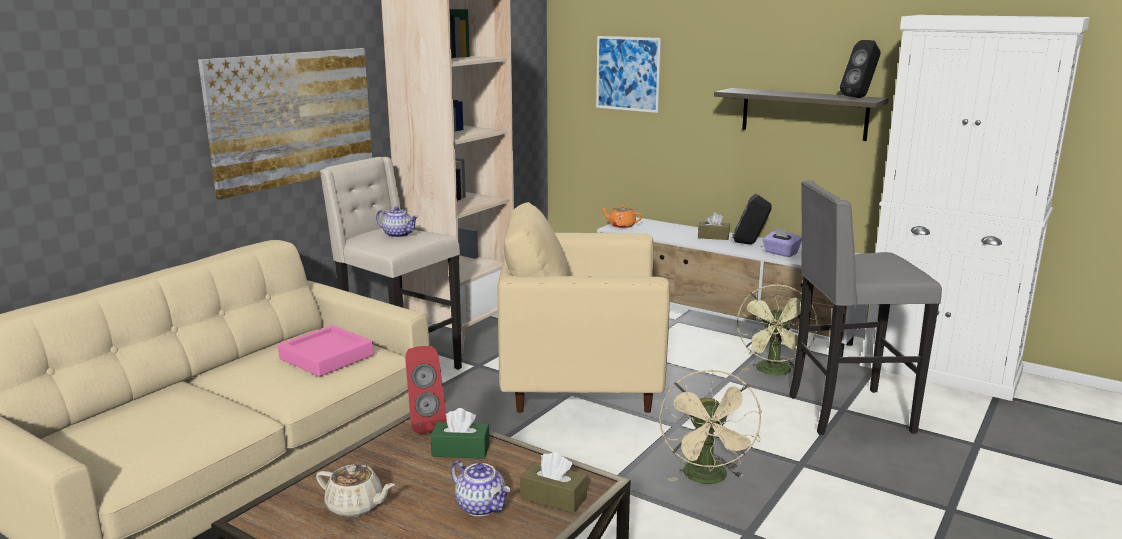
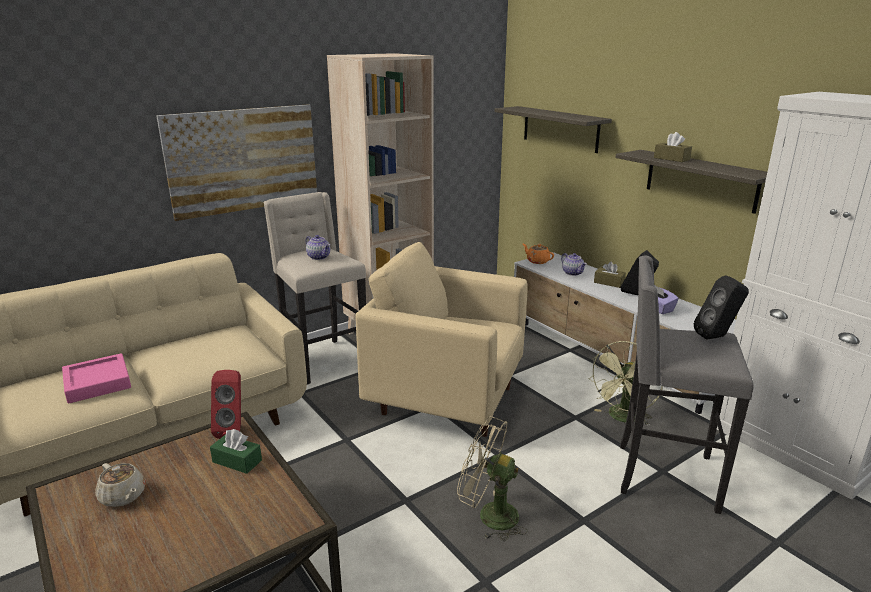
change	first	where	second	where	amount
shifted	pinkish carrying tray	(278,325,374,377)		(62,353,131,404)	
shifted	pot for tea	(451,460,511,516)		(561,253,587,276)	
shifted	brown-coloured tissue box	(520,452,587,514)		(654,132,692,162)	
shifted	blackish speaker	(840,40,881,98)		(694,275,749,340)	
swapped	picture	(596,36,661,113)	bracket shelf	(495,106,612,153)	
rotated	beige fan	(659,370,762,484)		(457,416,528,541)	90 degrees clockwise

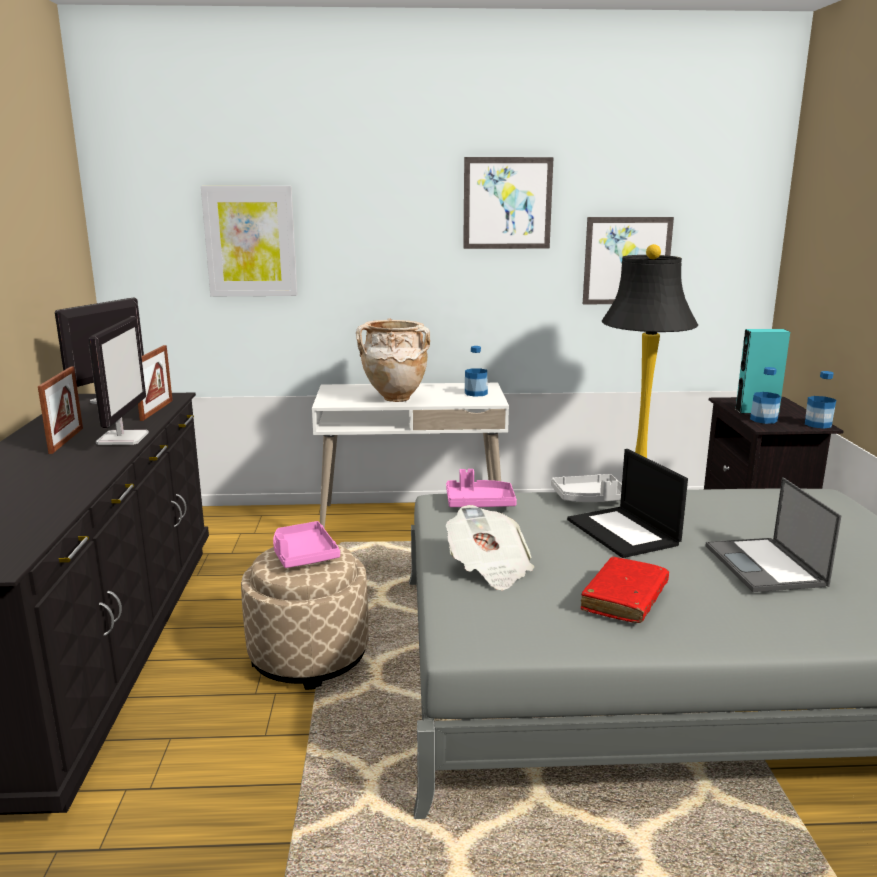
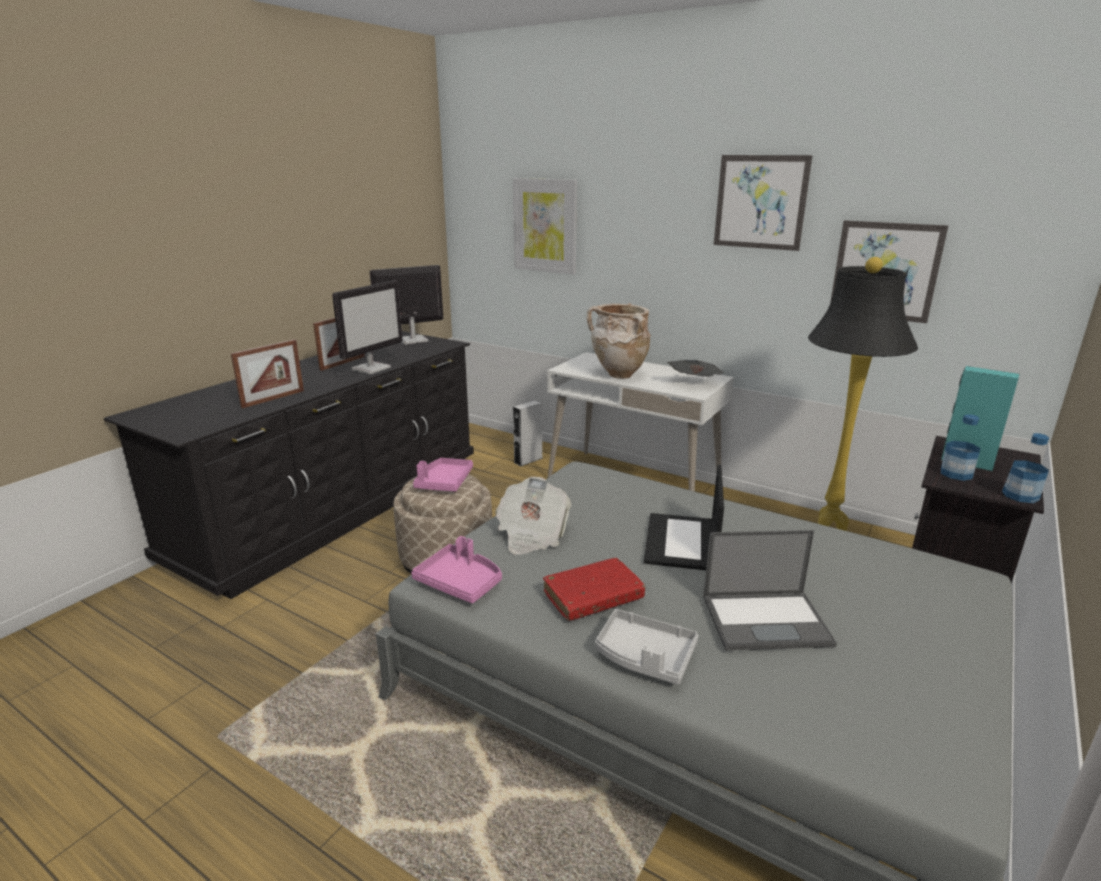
change	first	where	second	where	amount
new			greyish speaker	(513,400,543,466)	
shifted	picture frame	(138,345,173,421)		(231,339,304,408)	
shifted	pinkish carrying tray	(446,469,517,507)		(411,536,502,603)	
shifted	greyish carrying tray	(551,474,622,502)		(595,609,698,685)	
swapped	drink bottle	(465,346,488,397)	newspaper	(667,360,723,377)	
rotated	notebook computer	(705,477,841,592)		(703,530,837,650)	120 degrees counterclockwise

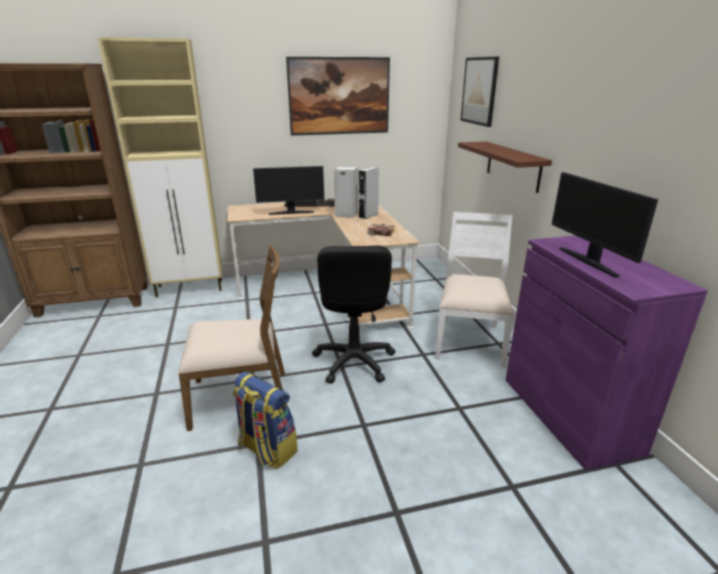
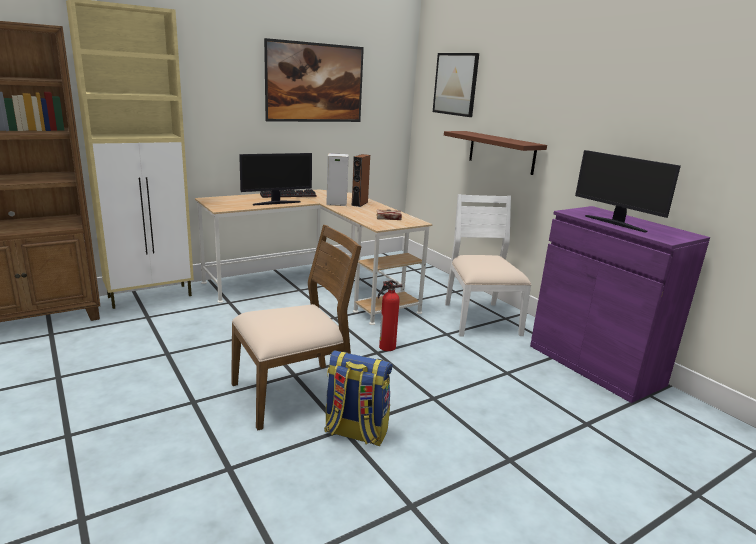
change	first	where	second	where	amount
swapped	blackish desk chair	(312,245,395,384)	extinguisher	(378,280,403,351)	
repainted	greyish speaker	(358,167,379,219)	brown-coloured speaker	(351,154,370,207)	

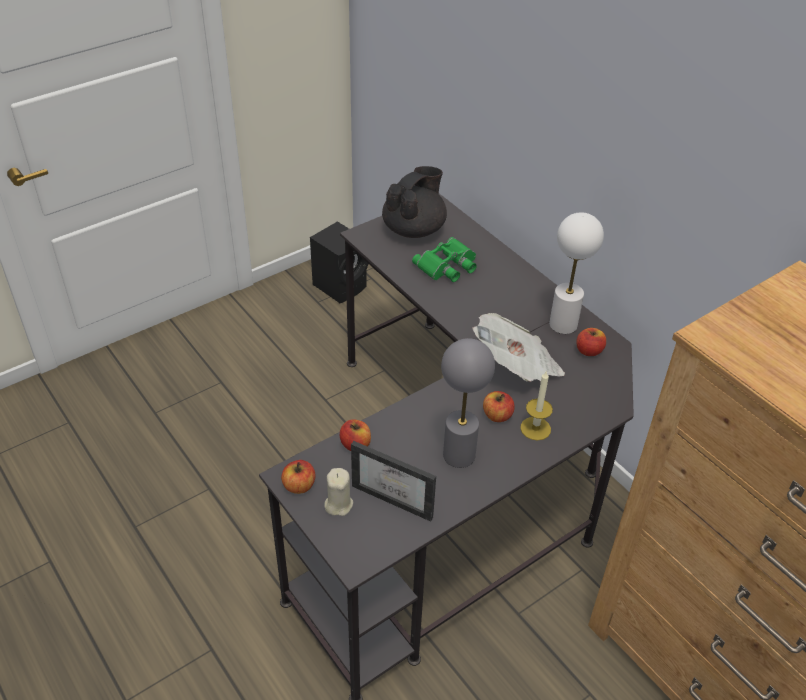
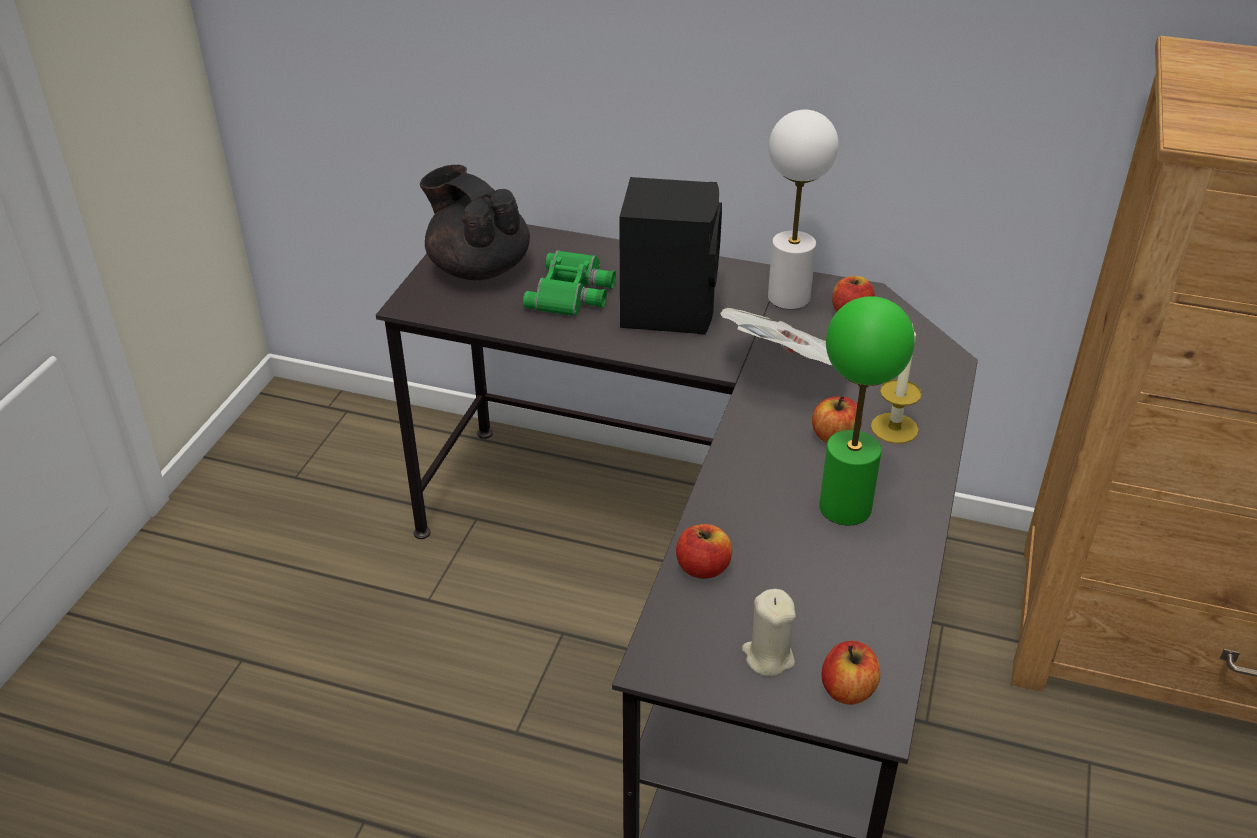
change	first	where	second	where	amount
gone	picture frame	(351,441,436,522)			
shifted	apple fruit	(281,460,316,494)		(821,641,880,705)	
shifted	blackish speaker	(310,221,368,303)		(619,177,722,335)	
repainted	greyish tabletop lamp	(441,338,495,468)	greenish tabletop lamp	(819,296,915,525)	
rotated	blackish pot for tea	(382,166,447,238)		(420,165,530,280)	45 degrees counterclockwise

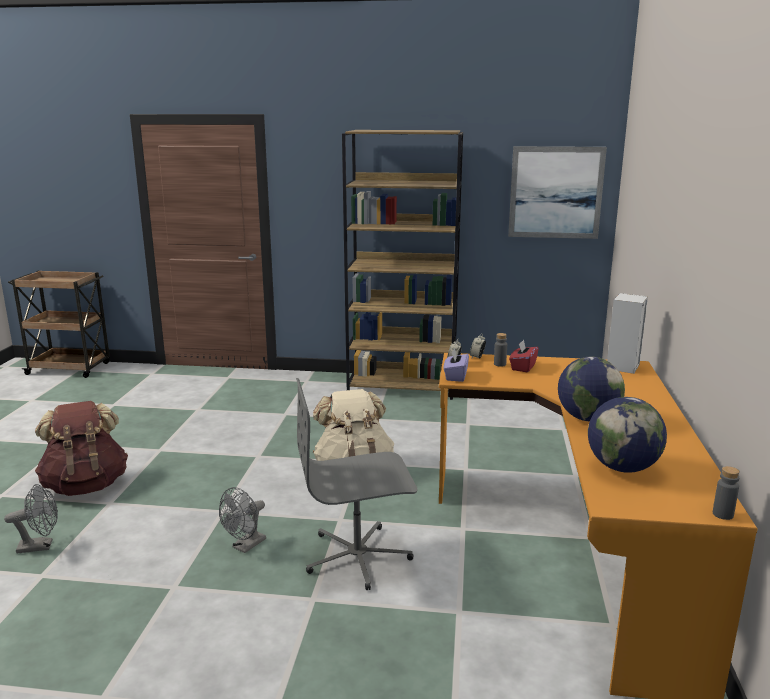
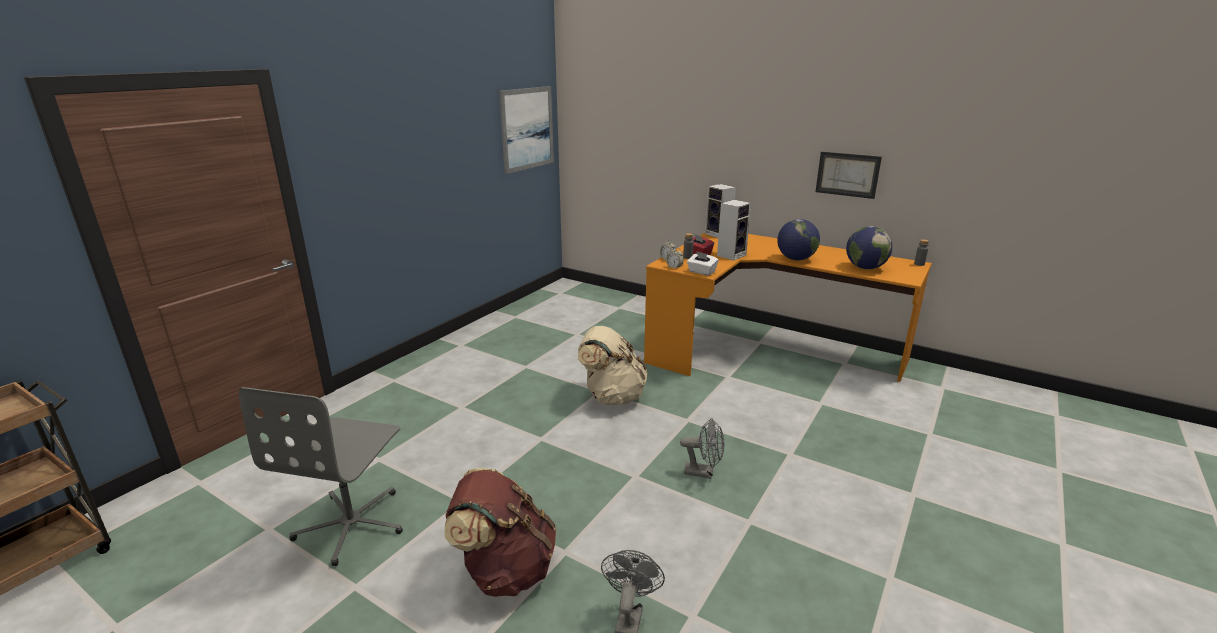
change	first	where	second	where	amount
gone	brown-coloured bookshelf	(342,130,463,400)			
new			speaker	(717,200,751,260)	
new			picture	(815,152,882,199)	
shifted	greyish desk chair	(296,378,417,590)		(239,387,403,566)	
repainted	purple tissue box	(444,348,469,382)	white tissue box	(687,252,719,276)	
rotated	greyish fan	(219,487,266,553)		(680,418,725,479)	45 degrees counterclockwise

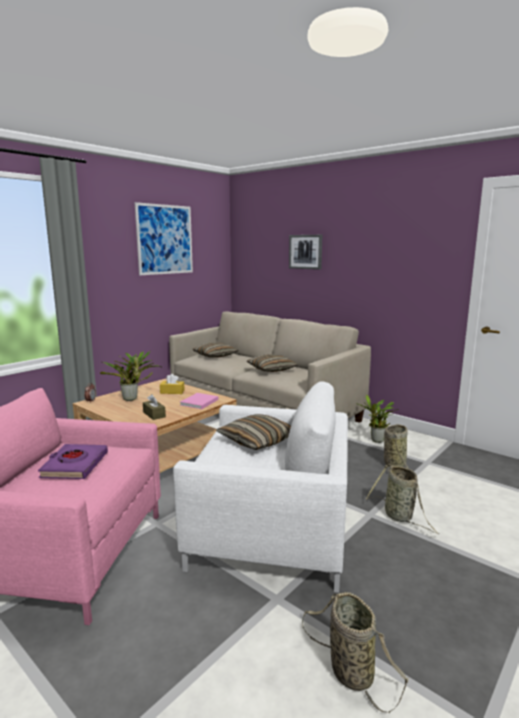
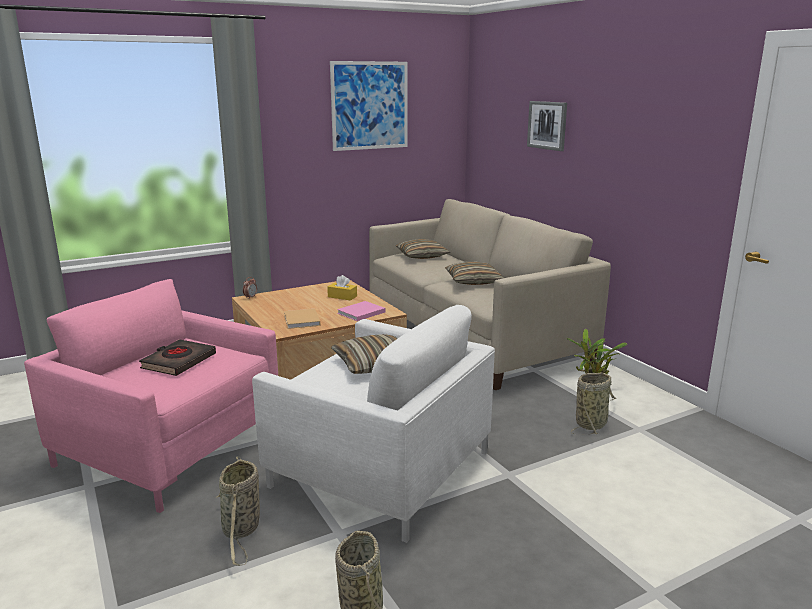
change	first	where	second	where	amount
gone	plant in a pot	(100,350,163,401)			
shifted	basket	(366,464,439,534)		(216,457,260,566)	
swapped	brown-coloured tissue box	(143,394,166,420)	beige book	(284,309,320,329)	
repainted	purple book	(38,444,108,479)	blackish book	(139,339,216,376)	

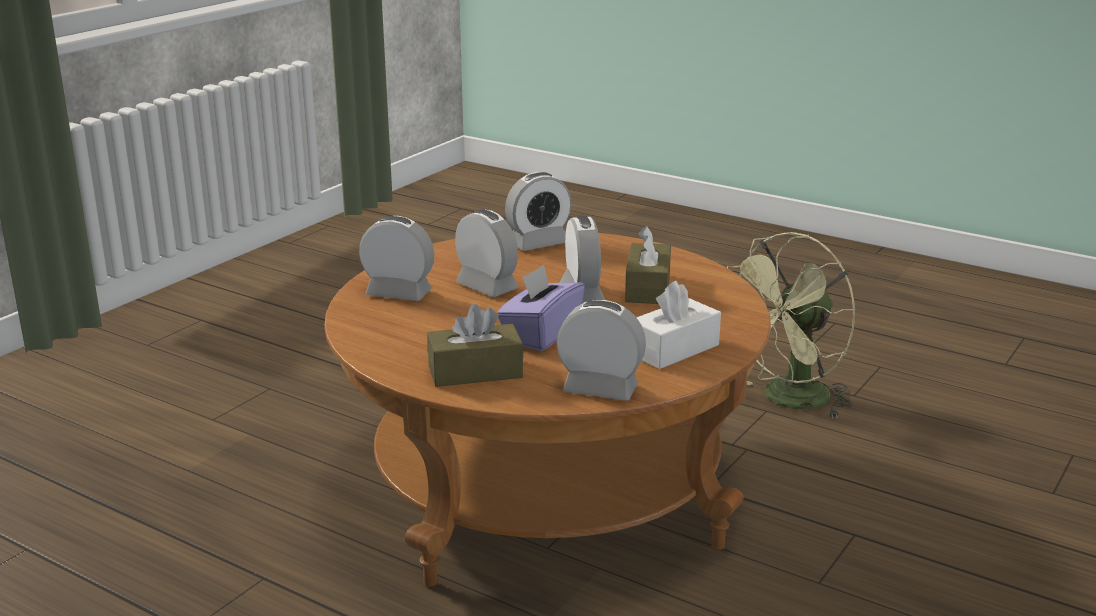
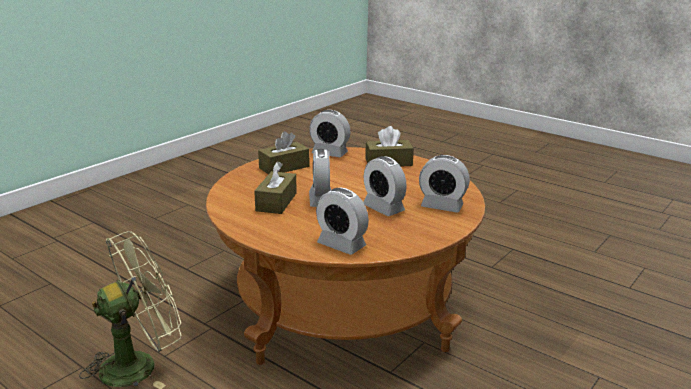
change	first	where	second	where	amount
gone	purple tissue box	(497,265,585,351)			
repainted	white tissue box	(636,281,721,369)	brown-coloured tissue box	(258,131,309,174)	
rotated	alarm clock	(505,172,571,251)		(316,187,369,255)	120 degrees counterclockwise

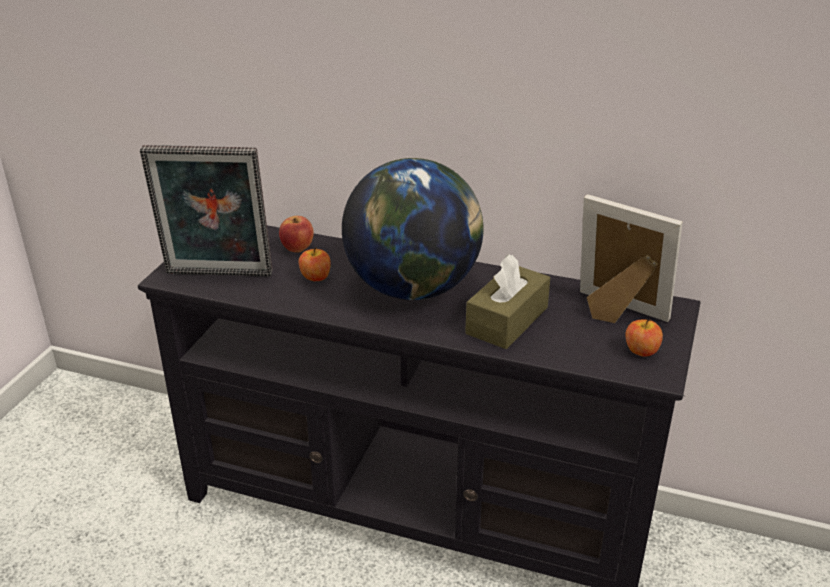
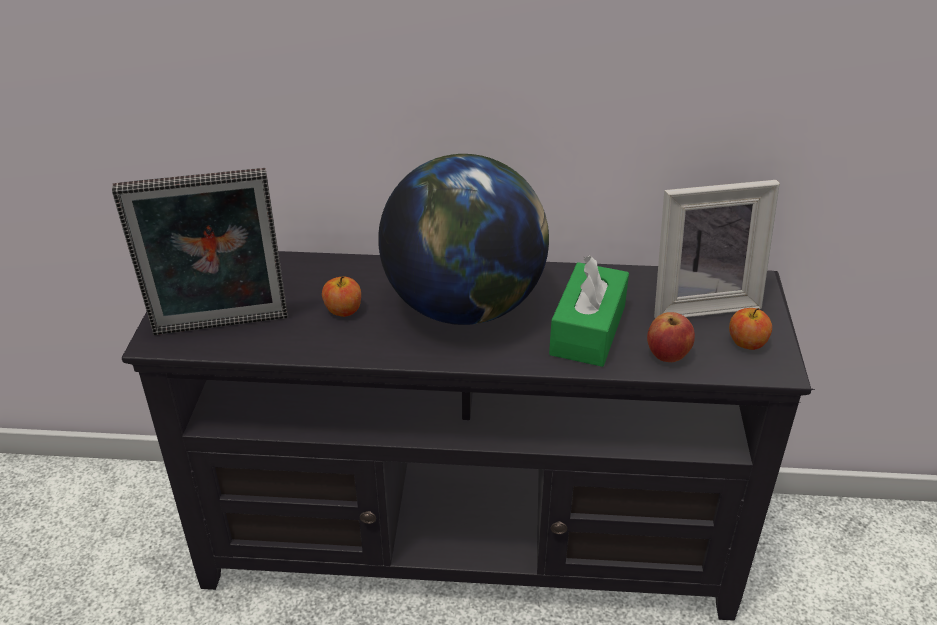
change	first	where	second	where	amount
shifted	apple fruit	(279,216,314,252)		(647,312,695,362)	
repainted	brown-coloured tissue box	(465,254,550,349)	greenish tissue box	(549,255,629,367)	
rotated	picture frame	(580,194,683,323)		(654,180,780,318)	150 degrees clockwise

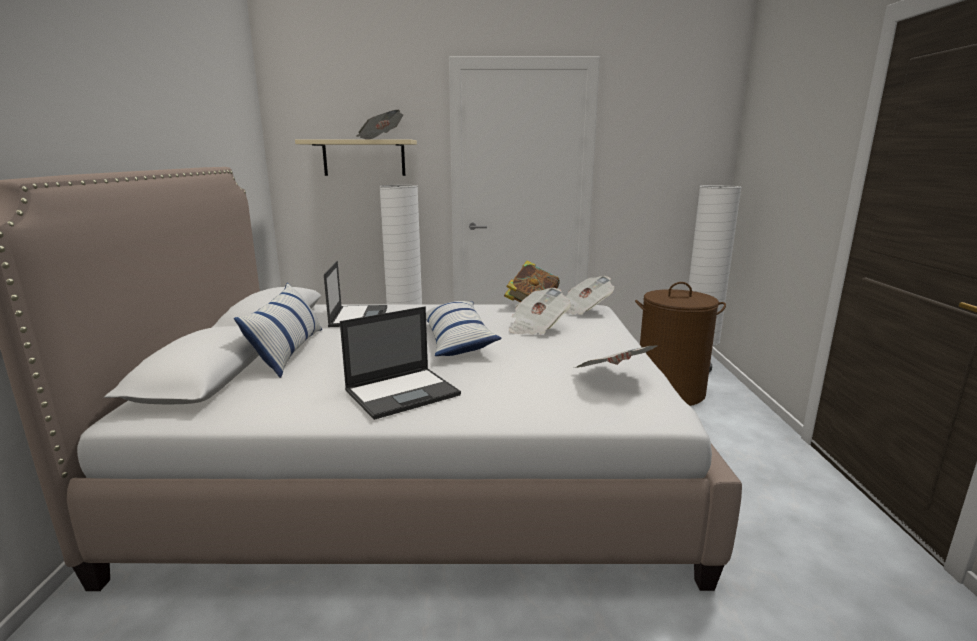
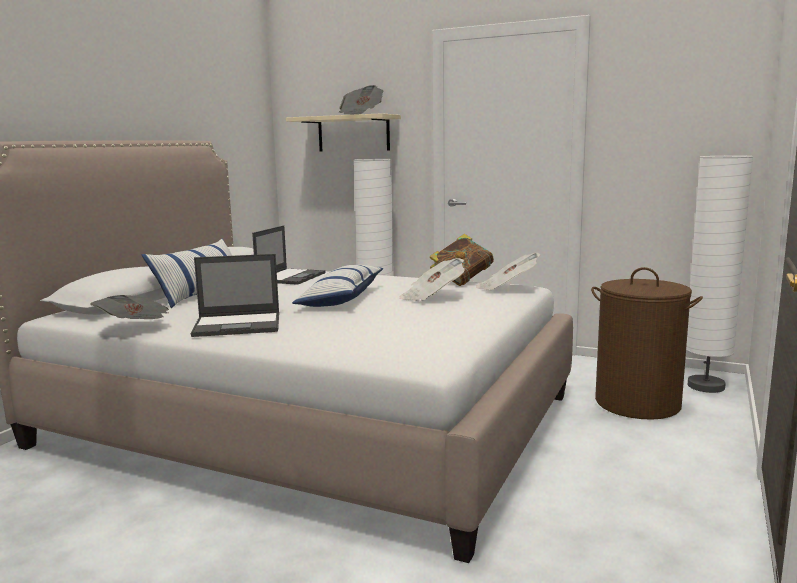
change	first	where	second	where	amount
shifted	newspaper	(575,345,657,368)		(91,295,169,319)	

